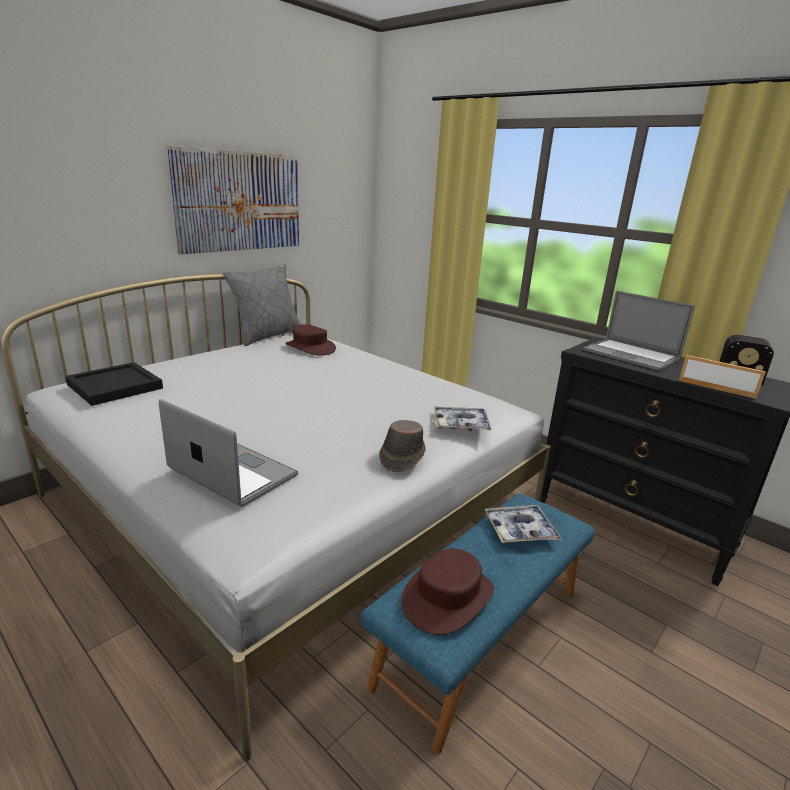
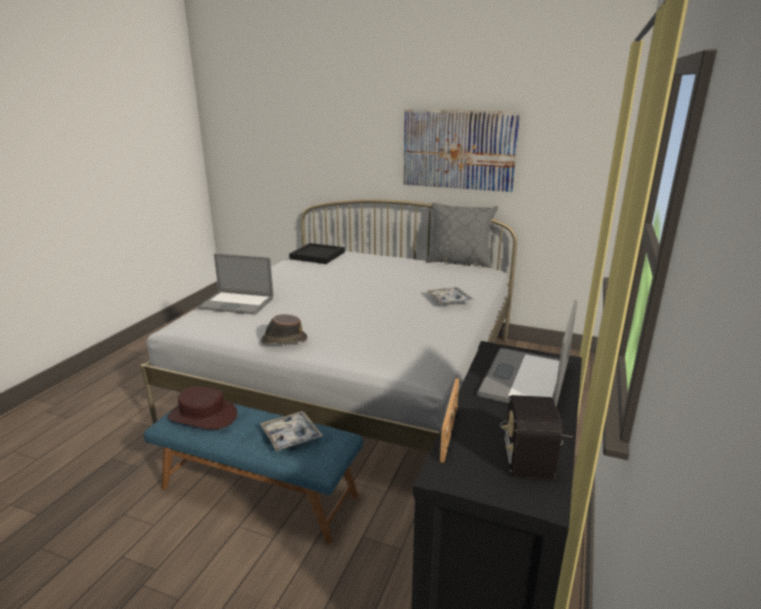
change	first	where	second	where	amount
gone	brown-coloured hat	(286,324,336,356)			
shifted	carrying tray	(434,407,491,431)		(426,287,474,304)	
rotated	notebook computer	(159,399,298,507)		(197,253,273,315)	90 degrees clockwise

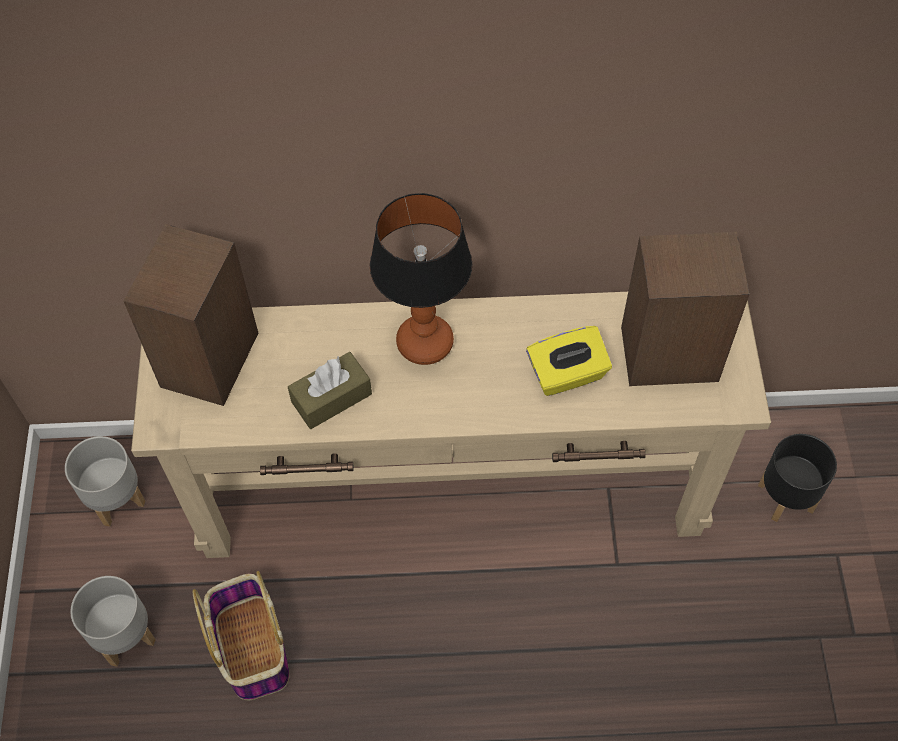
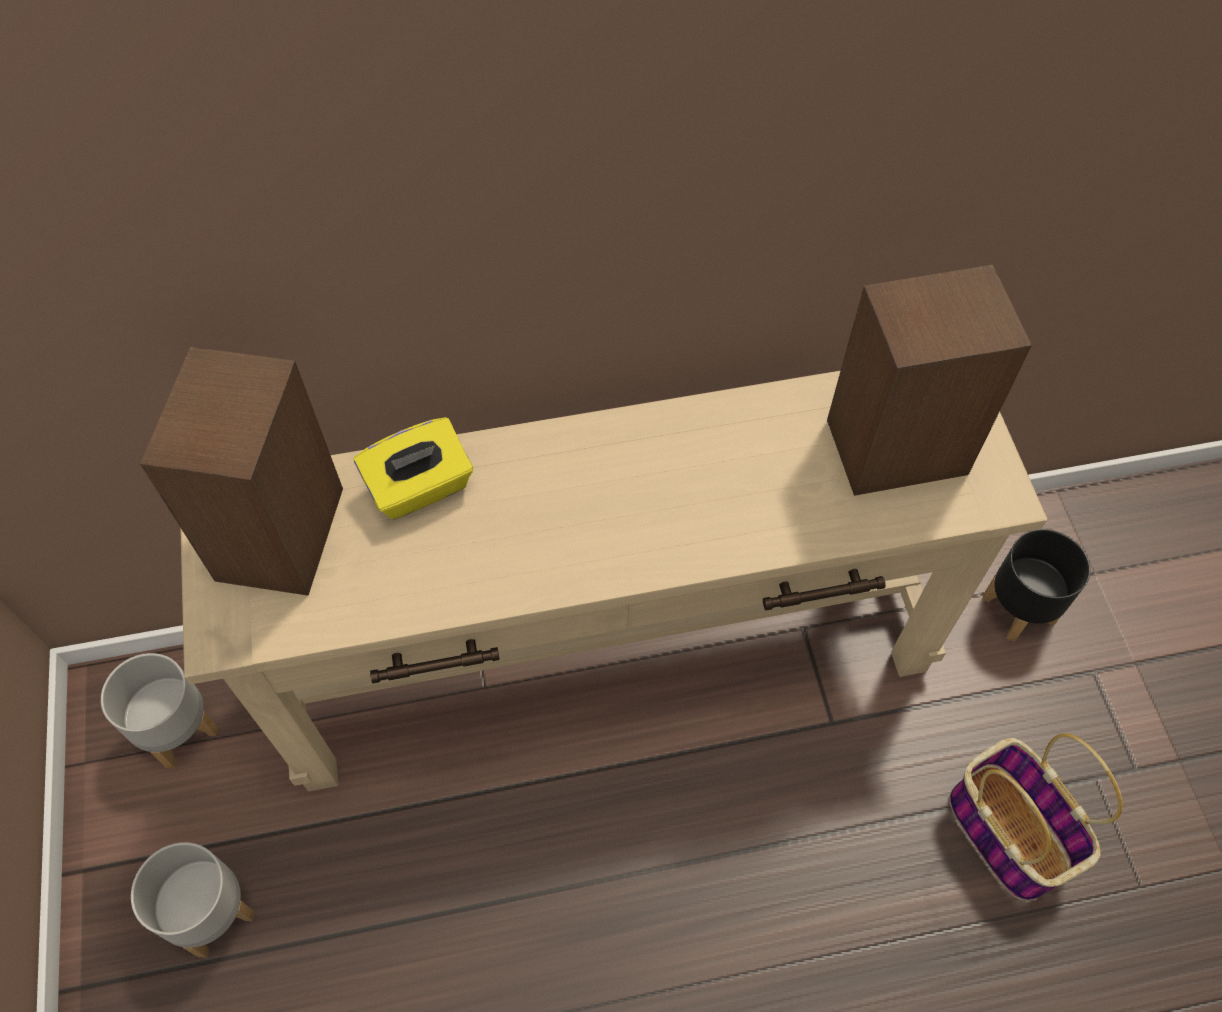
change	first	where	second	where	amount
gone	brown-coloured tissue box	(288,352,372,429)			
gone	tabletop lamp	(370,193,472,365)			
shifted	basket	(193,571,289,700)		(949,733,1123,901)	
shifted	yellow tissue box	(526,326,612,396)		(354,417,473,520)	

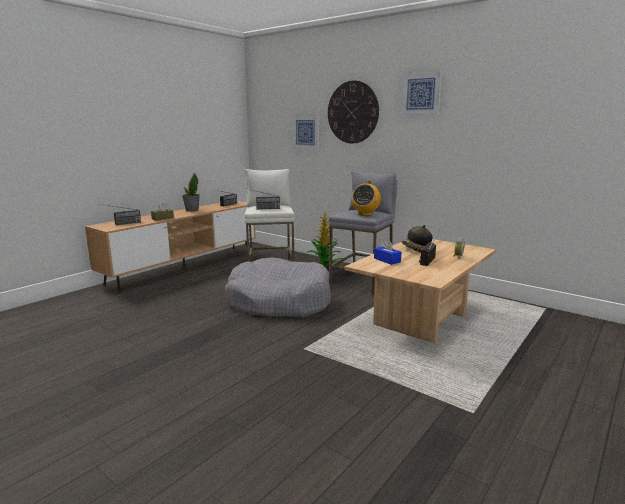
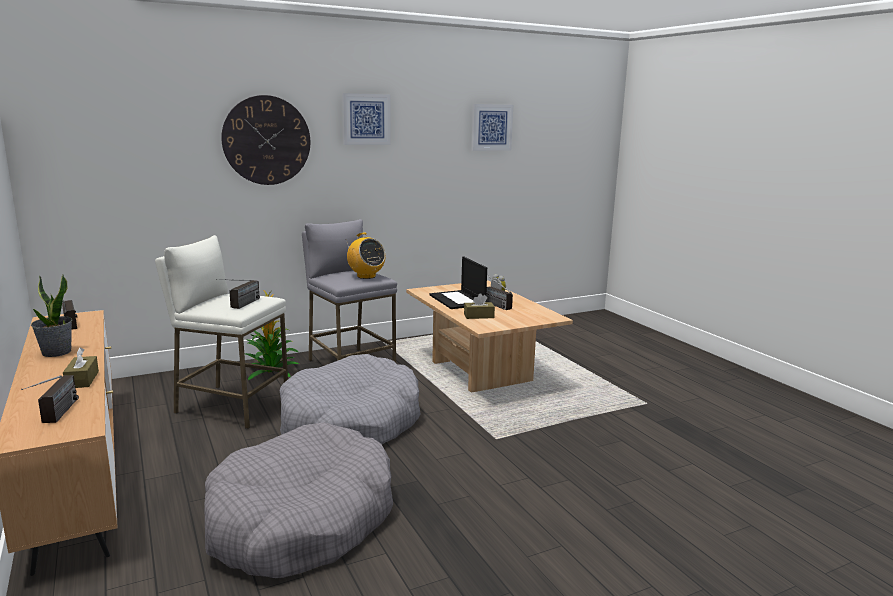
change	first	where	second	where	amount
new			greyish dog cushion	(204,422,393,578)	
shifted	picture	(292,115,319,150)		(471,104,513,151)	
swapped	hat	(401,225,433,252)	notebook computer	(429,257,487,309)	
repainted	blue tissue box	(374,240,401,265)	brown-coloured tissue box	(464,293,495,319)	

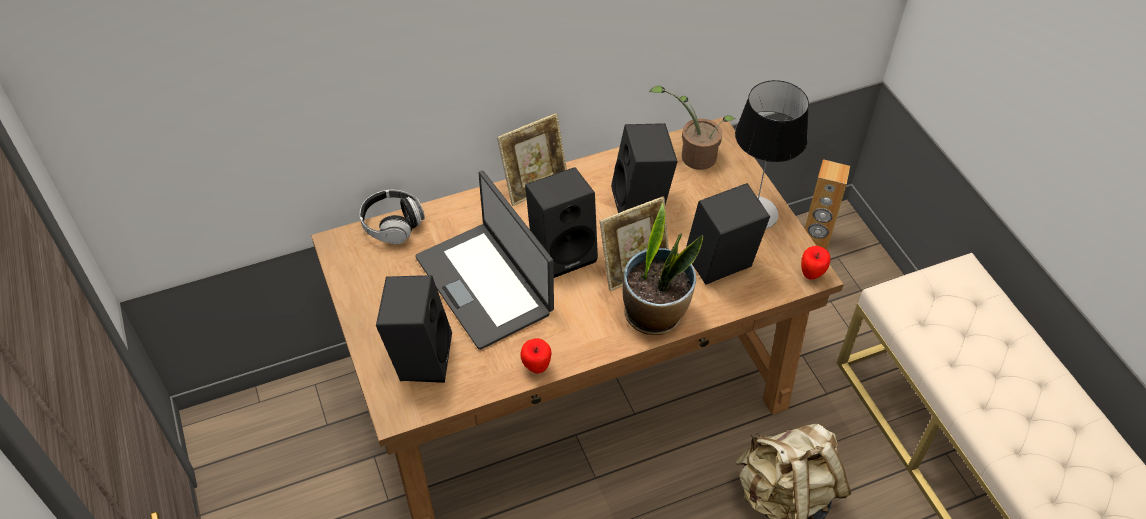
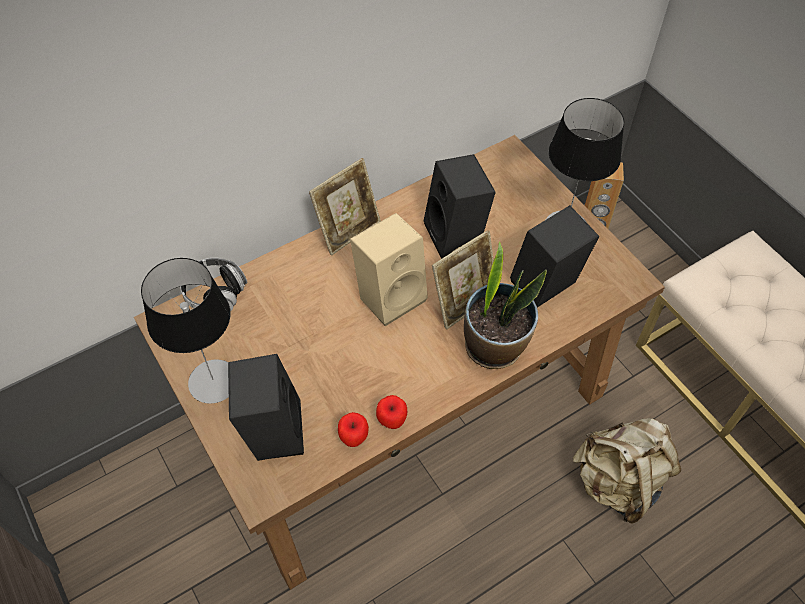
change	first	where	second	where	amount
gone	notebook computer	(415,171,554,350)			
gone	plant in a pot	(649,86,735,170)			
new			tabletop lamp	(141,258,230,404)	
shifted	apple fruit	(801,246,831,280)		(338,412,369,447)	
repainted	blackish speaker	(525,167,598,278)	beige speaker	(350,213,428,326)	

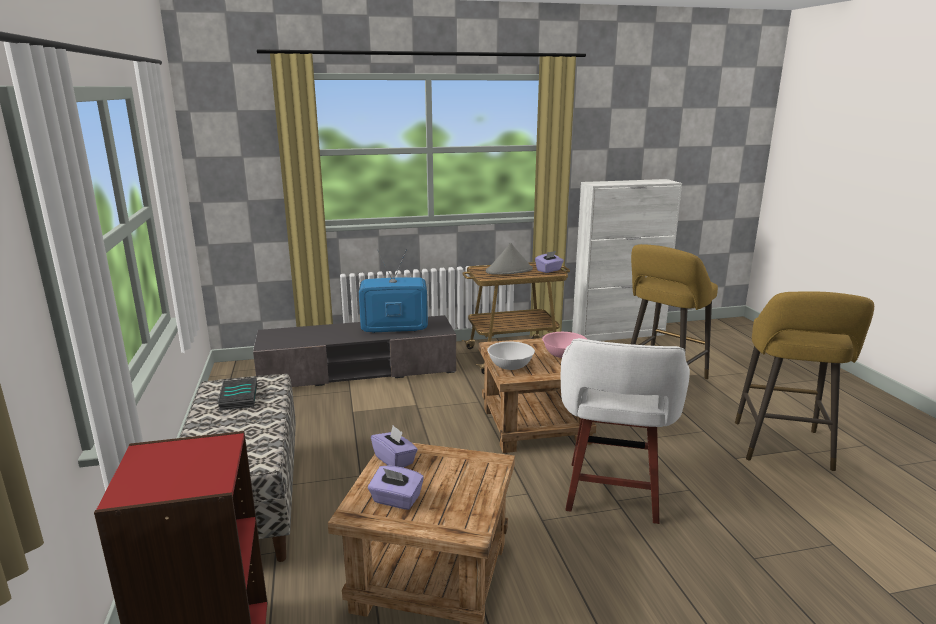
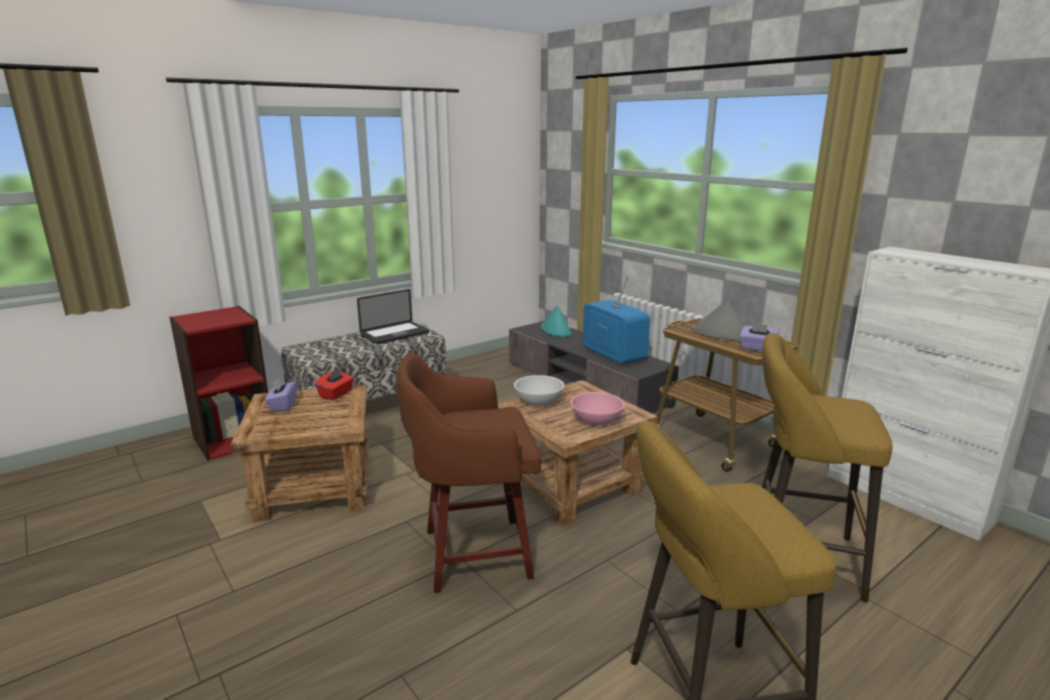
change	first	where	second	where	amount
new			turquoise-coloured hat	(541,305,572,337)	
swapped	book	(217,378,257,411)	notebook computer	(357,289,429,344)	
repainted	purple tissue box	(371,426,418,468)	reddish tissue box	(315,368,354,400)	
repainted	white stool seat	(561,338,690,524)	brown-coloured stool seat	(396,353,541,593)	

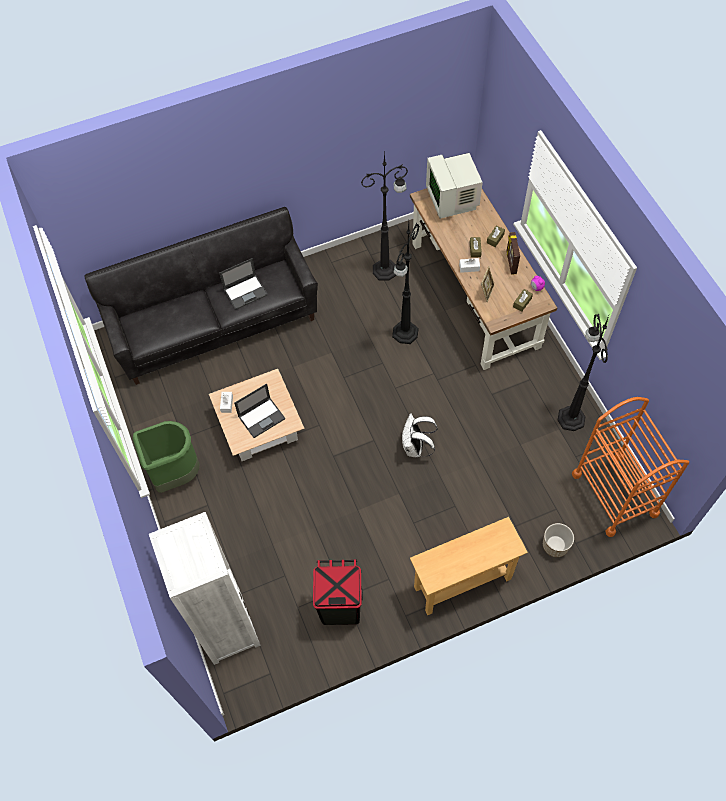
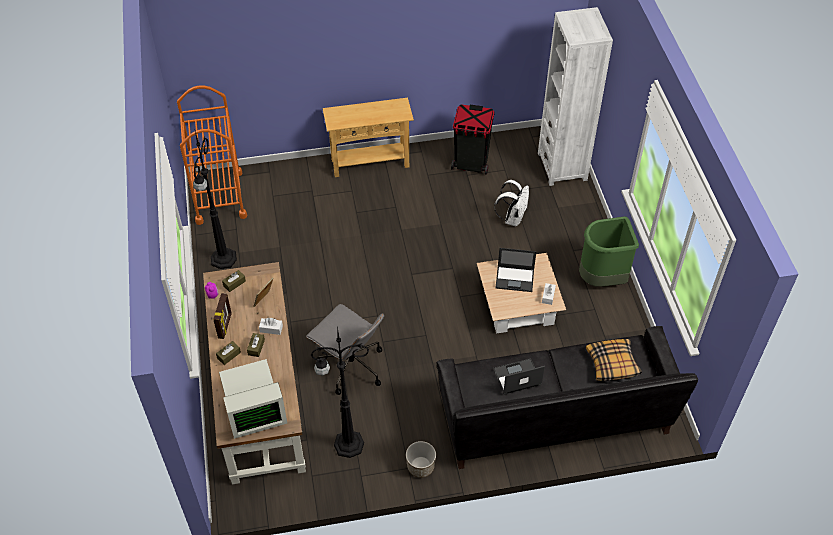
change	first	where	second	where	amount
new			cushion	(586,339,642,381)	
shifted	white knapsack	(401,413,437,457)		(494,180,529,227)	
shifted	plant pot	(543,523,574,557)		(406,441,436,478)	
swapped	blackish standard lamp	(392,222,420,344)	greyish desk chair	(306,304,384,395)	
rotated	notebook computer	(234,383,285,438)		(496,248,536,292)	150 degrees counterclockwise
rotated	monitor	(426,153,483,219)		(219,359,287,439)	75 degrees clockwise

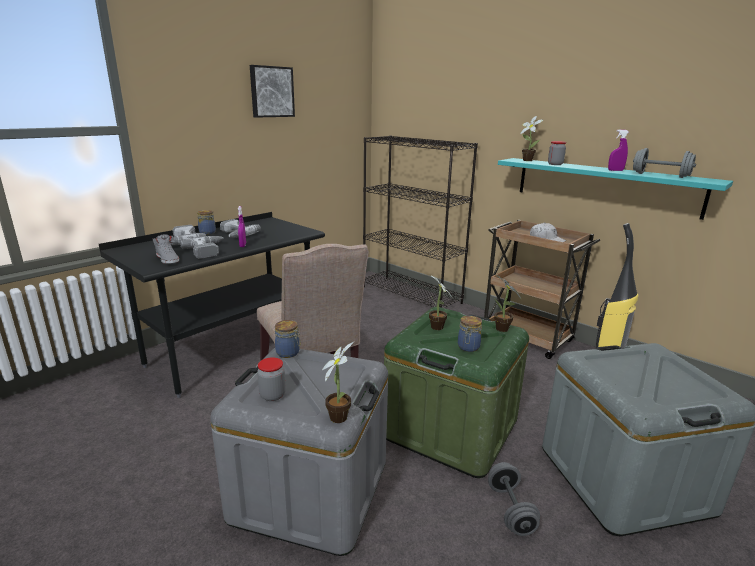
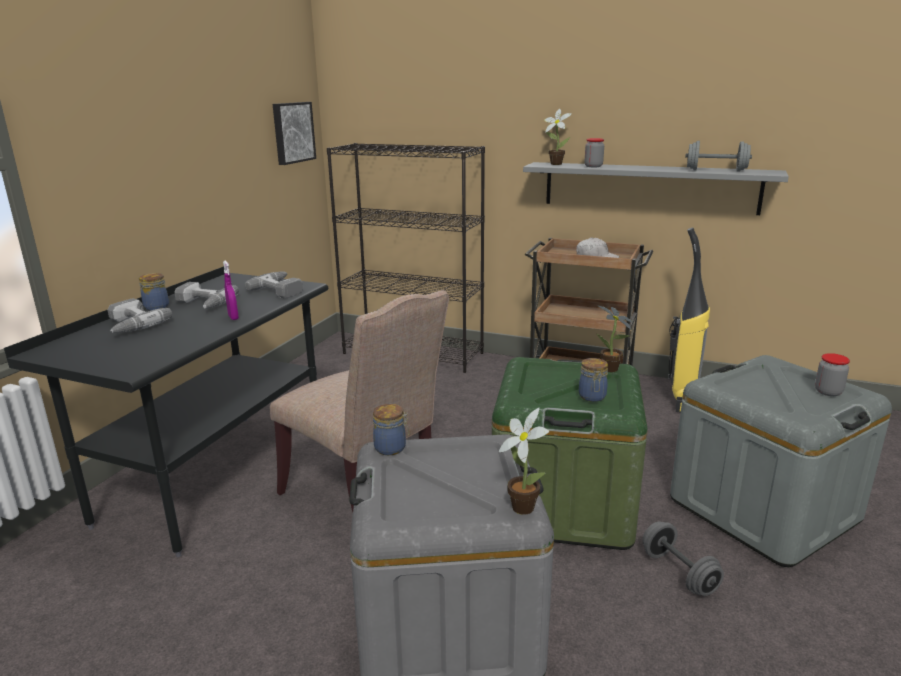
change	first	where	second	where	amount
gone	greyish item of footwear	(153,234,179,264)			
gone	plant in a pot	(429,274,453,330)			
gone	purple sprayer	(608,130,629,171)			
shifted	electric drill	(180,236,223,259)		(245,271,303,299)	
shifted	picture	(250,65,295,118)		(273,102,316,165)	
shifted	storage jar	(257,357,286,401)		(815,353,850,396)	
repainted	turquoise-coloured bracket shelf	(498,158,733,220)	greyish bracket shelf	(523,162,789,215)	

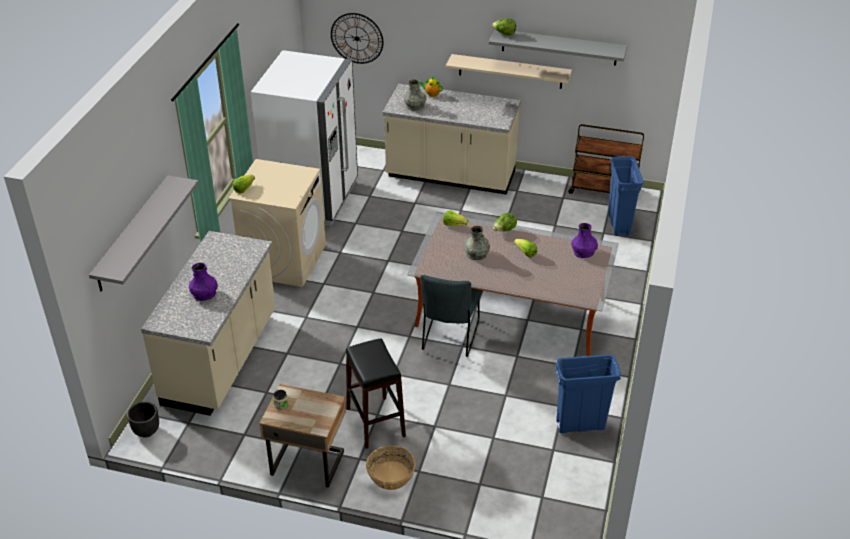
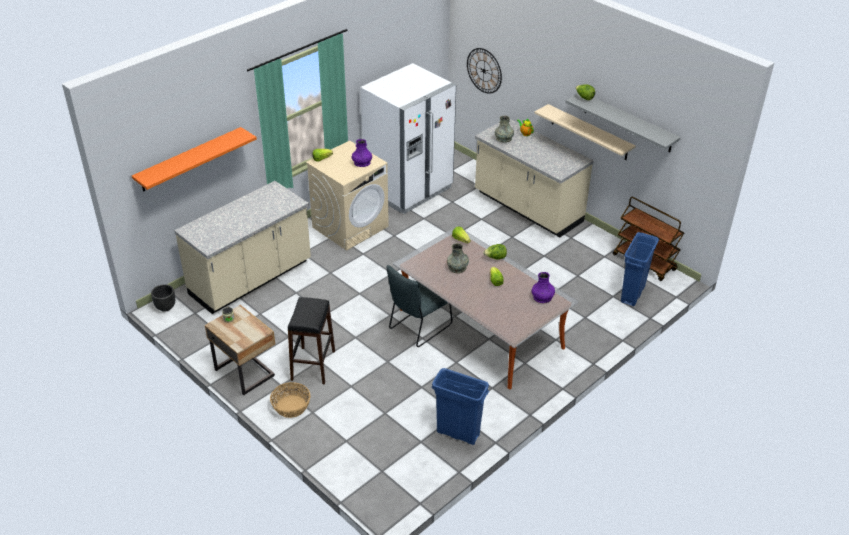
change	first	where	second	where	amount
shifted	purple vase	(189,263,218,301)		(352,139,372,167)	
repainted	greyish bracket shelf	(89,175,199,291)	orange bracket shelf	(132,127,257,192)	

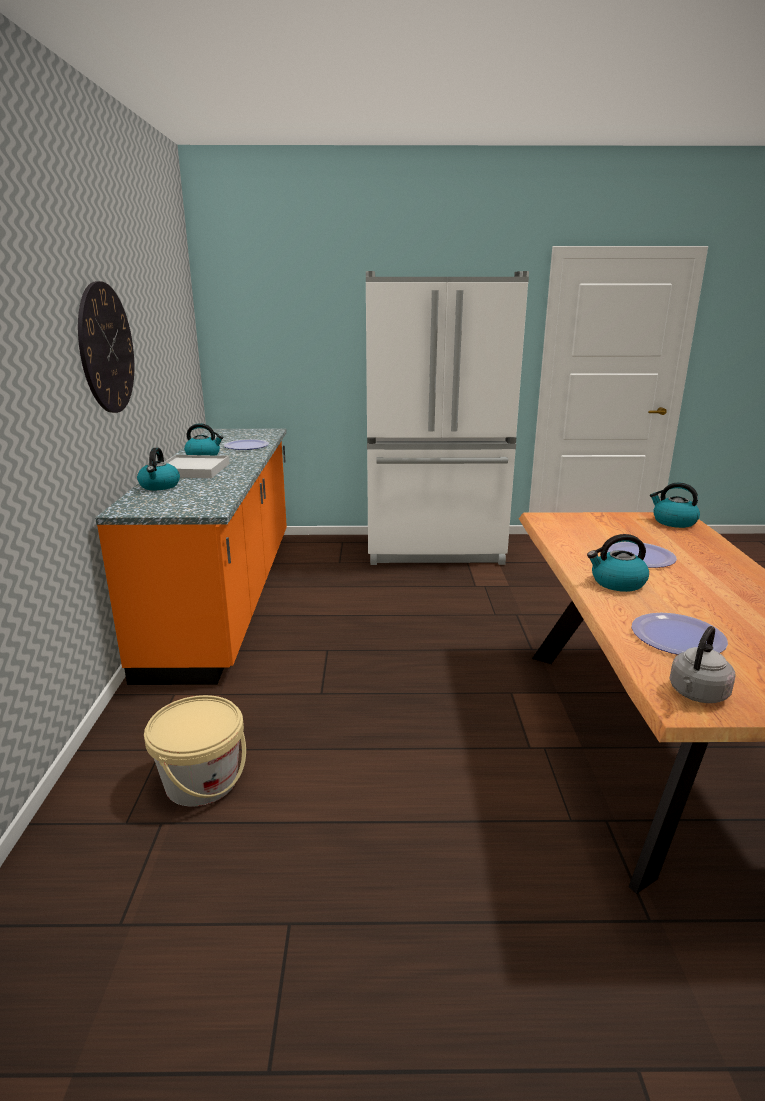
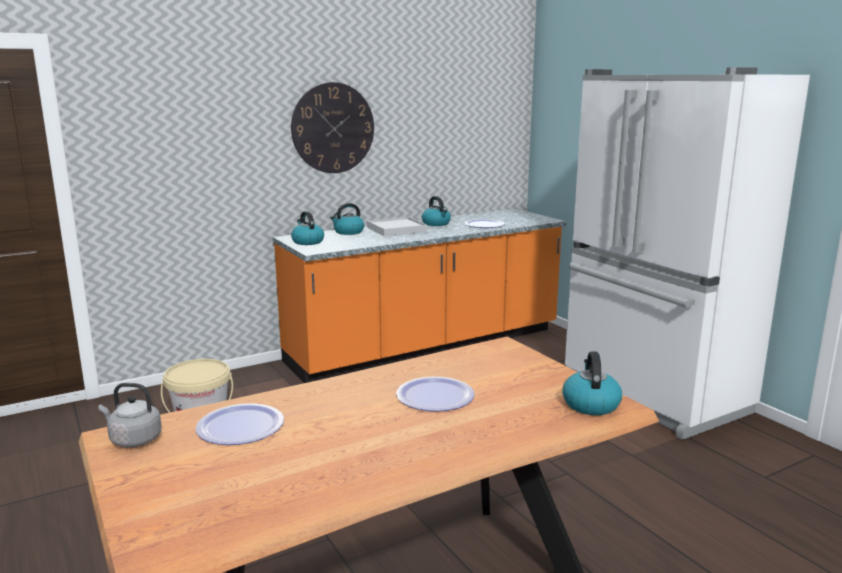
change	first	where	second	where	amount
shifted	kettle	(587,534,649,592)		(291,211,324,245)	

